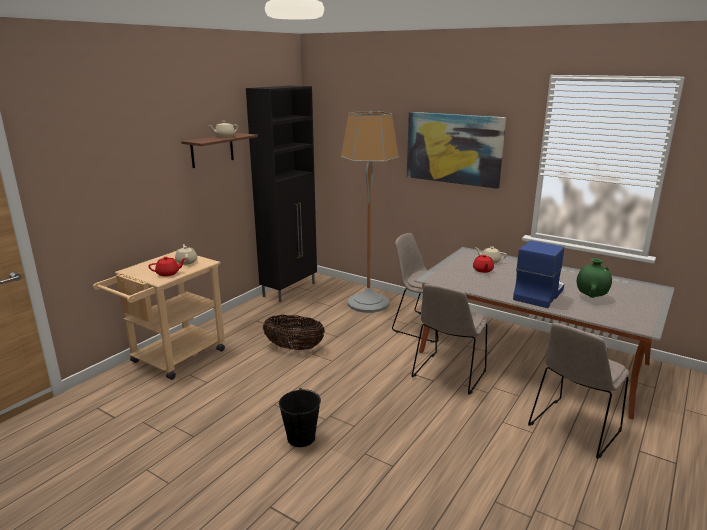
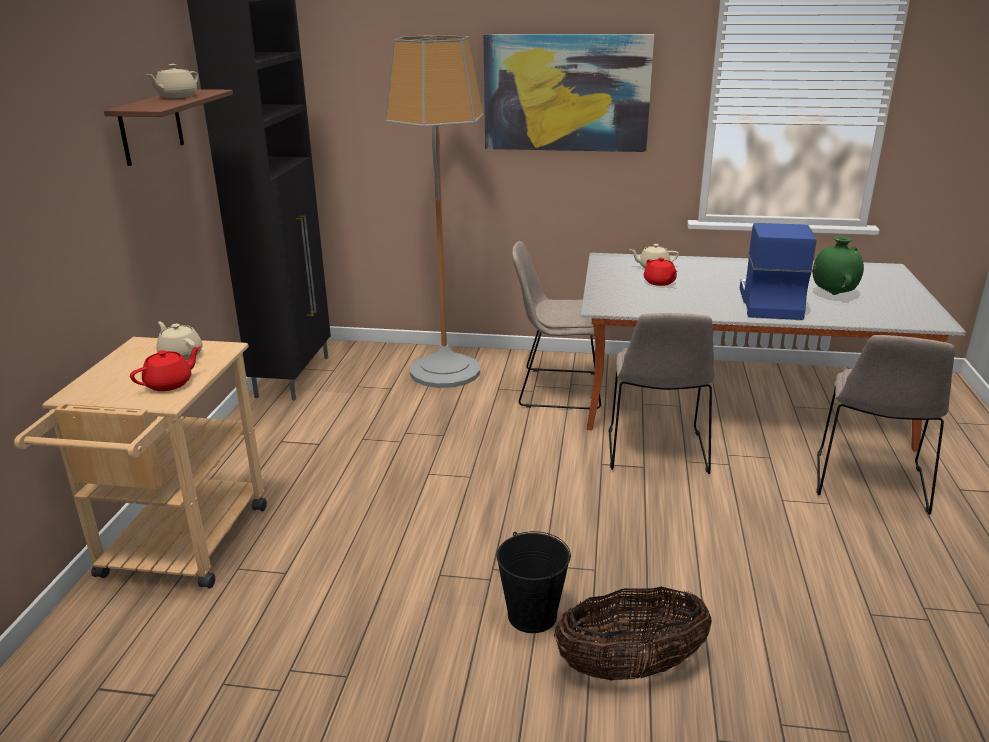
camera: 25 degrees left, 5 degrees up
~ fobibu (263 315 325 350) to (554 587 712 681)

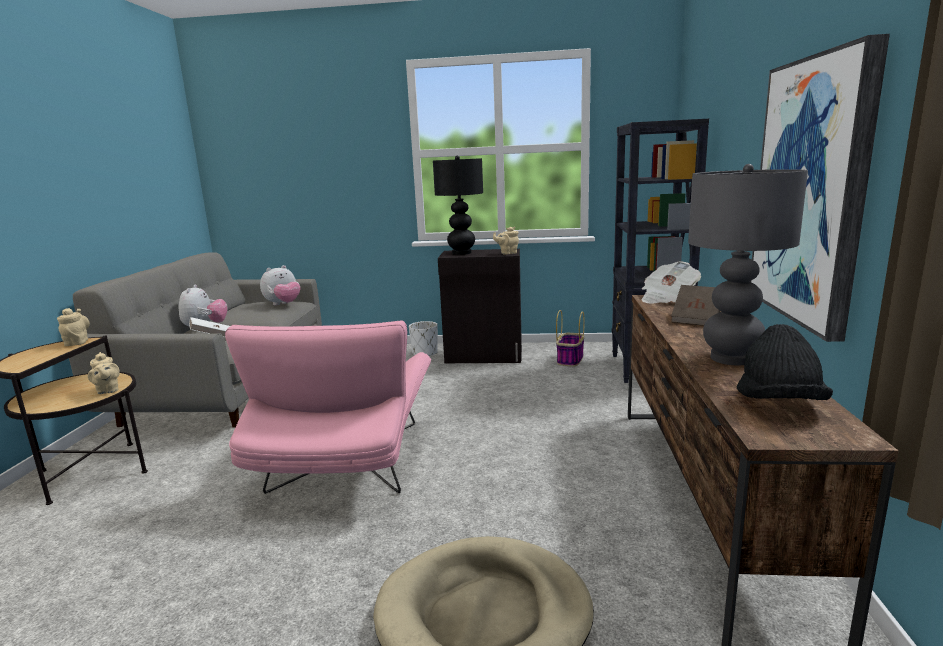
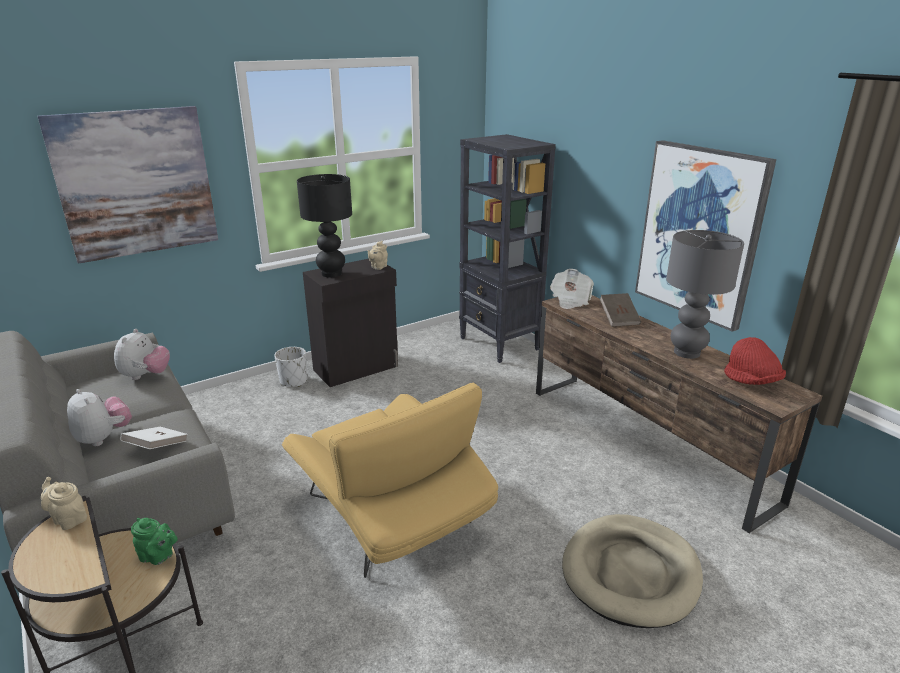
camera: 40 degrees left, 10 degrees up
- fobibu (556 310 584 367)
+ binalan (38 106 218 264)
~ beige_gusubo (88 352 120 394) to green_gusubo (131 518 178 565)
~ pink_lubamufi (225 320 431 494) to yellow_lubamufi (282 383 498 578)
~ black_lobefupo (736 324 833 400) to red_lobefupo (724 337 786 385)

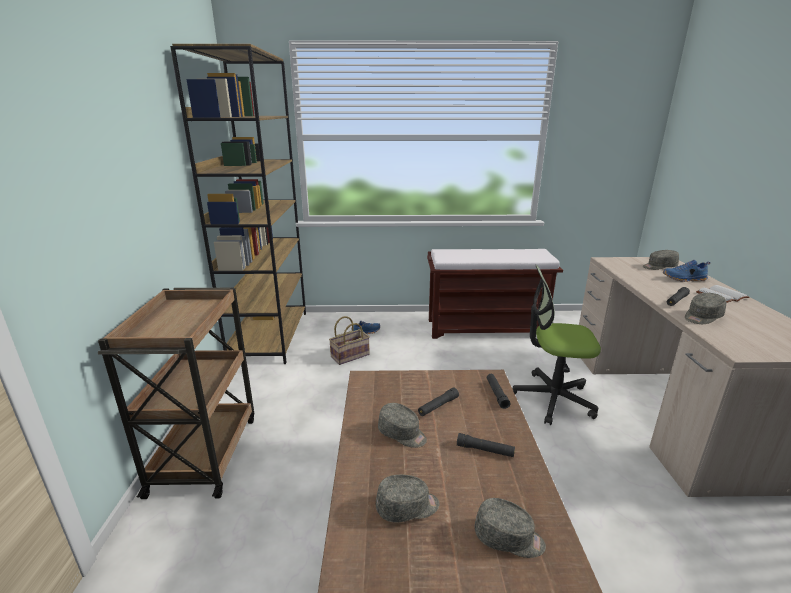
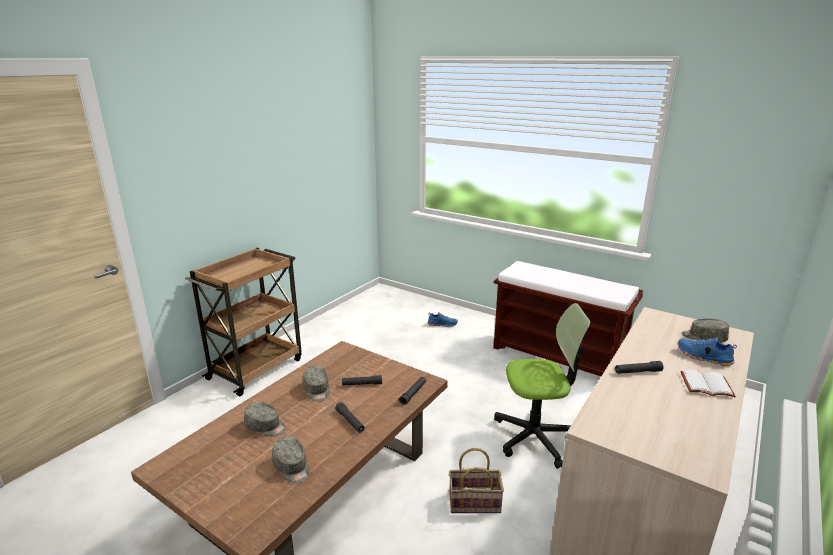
camera: 35 degrees right, 0 degrees up
- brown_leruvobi (170 44 306 364)
- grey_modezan (685 293 726 324)
~ fobibu (329 316 370 365) to (449 448 504 513)
~ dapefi (512 265 601 425) = (494 303 591 469) 135 degrees clockwise

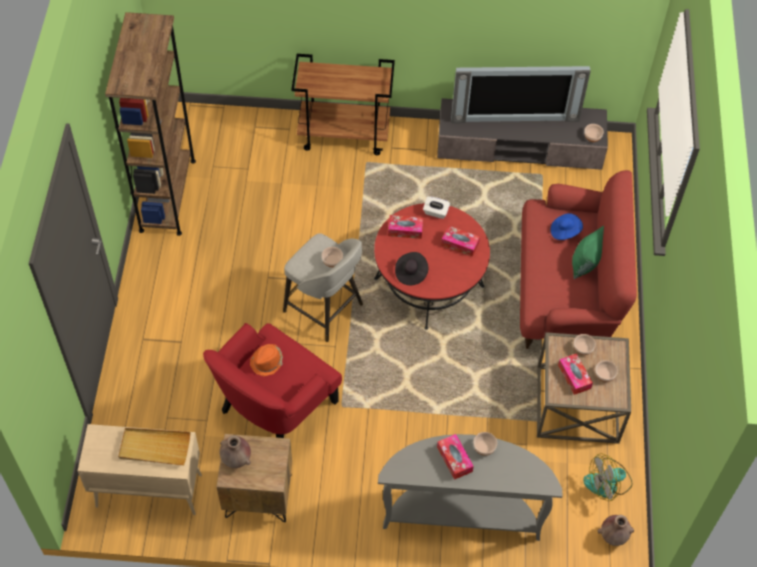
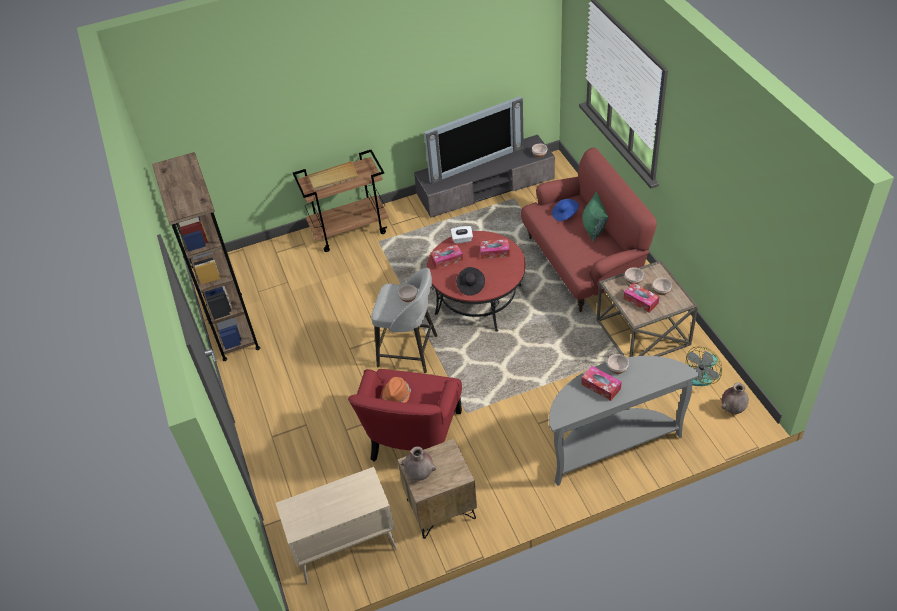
camera: 20 degrees left, 10 degrees down
~ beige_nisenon (118 428 190 466) to (308 161 359 191)

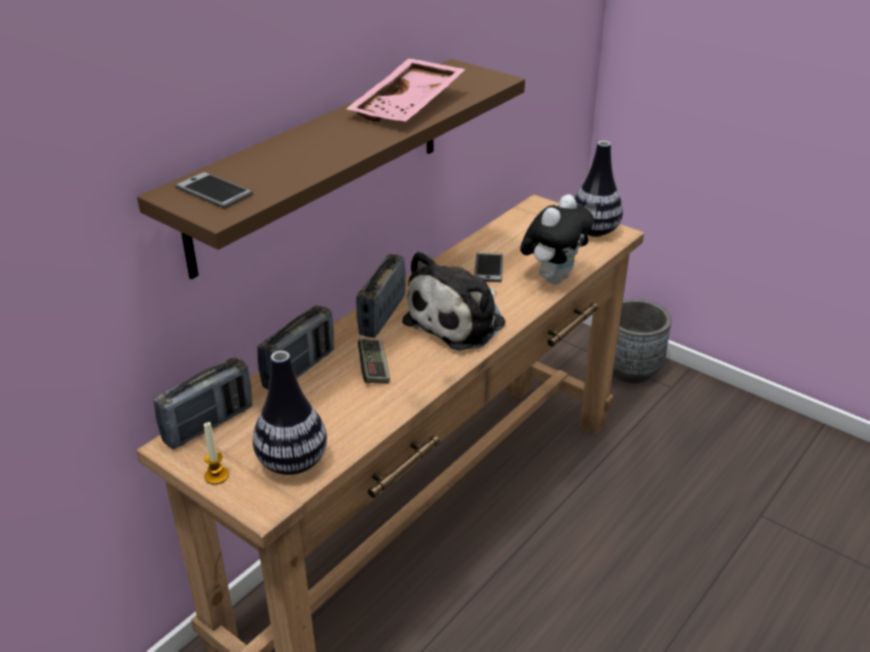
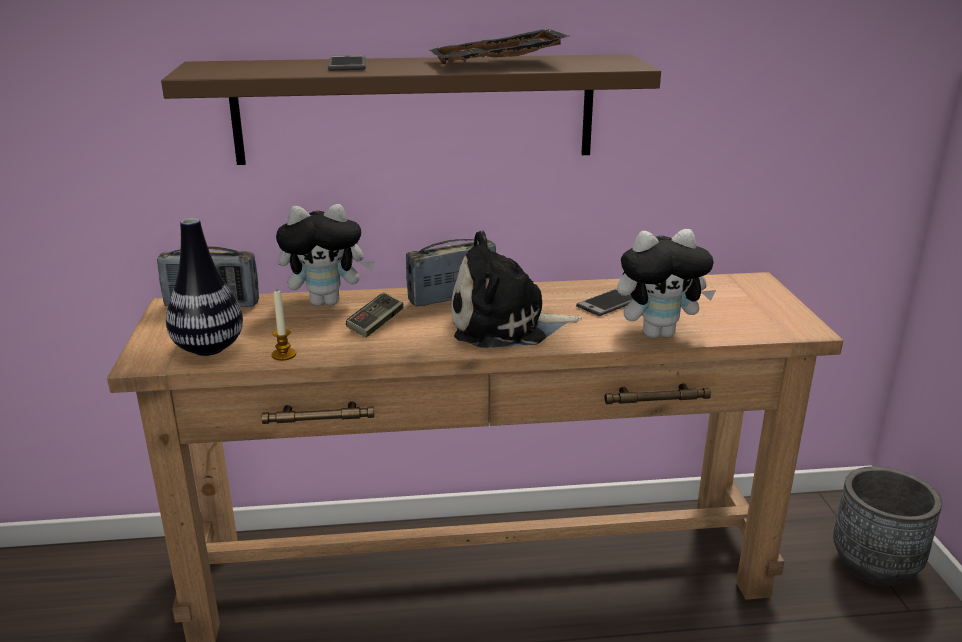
camera: 45 degrees right, 10 degrees down
- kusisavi (575 141 623 237)
~ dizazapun (175 172 253 209) to (328 55 366 70)
~ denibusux (204 422 229 485) to (272 291 296 361)
~ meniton (257 305 334 390) to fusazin (276 204 375 306)
~ pink_nisenon (347 58 466 122) to black_nisenon (430 29 571 64)

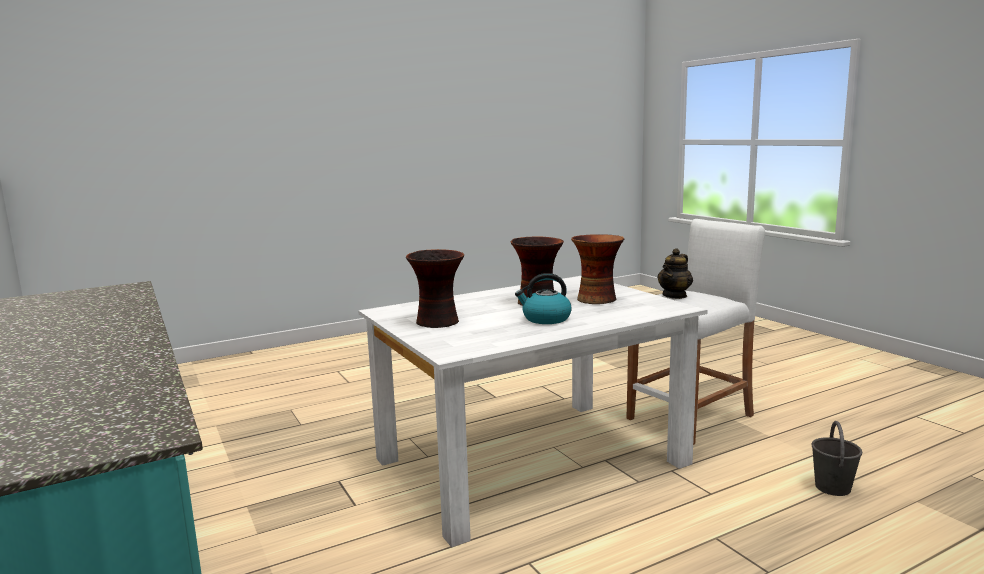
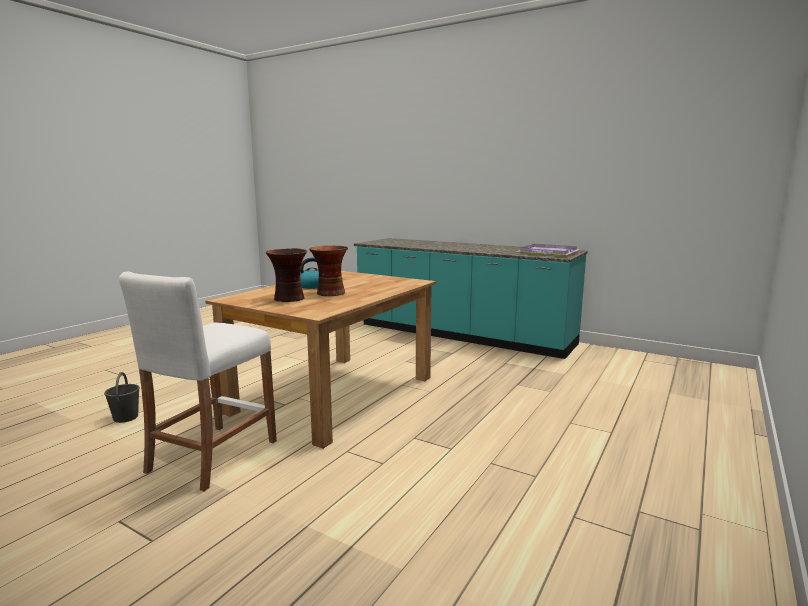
camera: 150 degrees right, 0 degrees up
- kusisavi (406 249 464 328)
- gusubo (657 248 693 299)
+ purple_nisenon (518 244 580 257)
~ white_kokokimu (358 276 708 547) to brown_kokokimu (205 271 436 449)

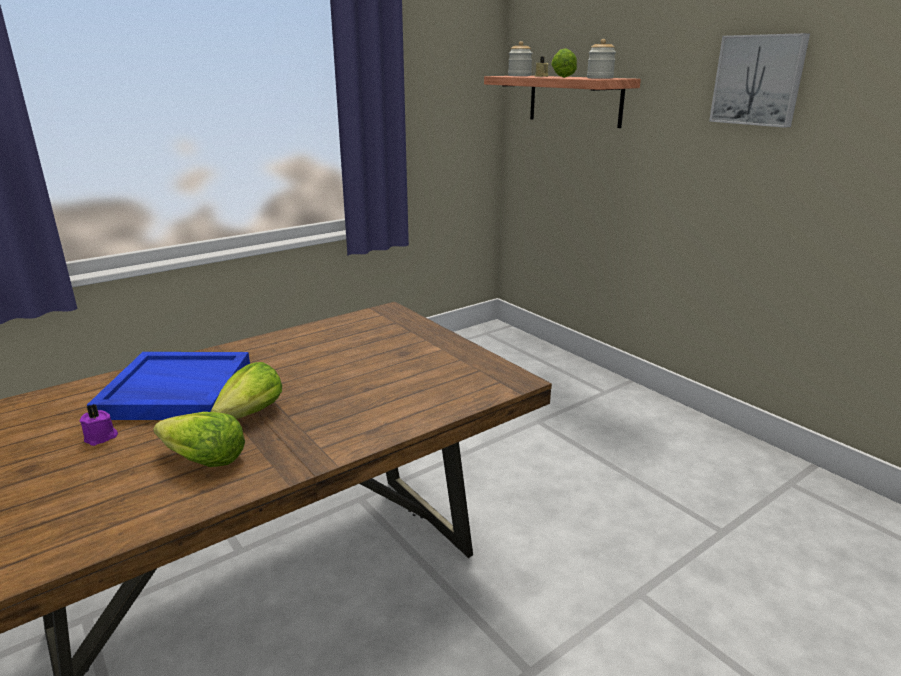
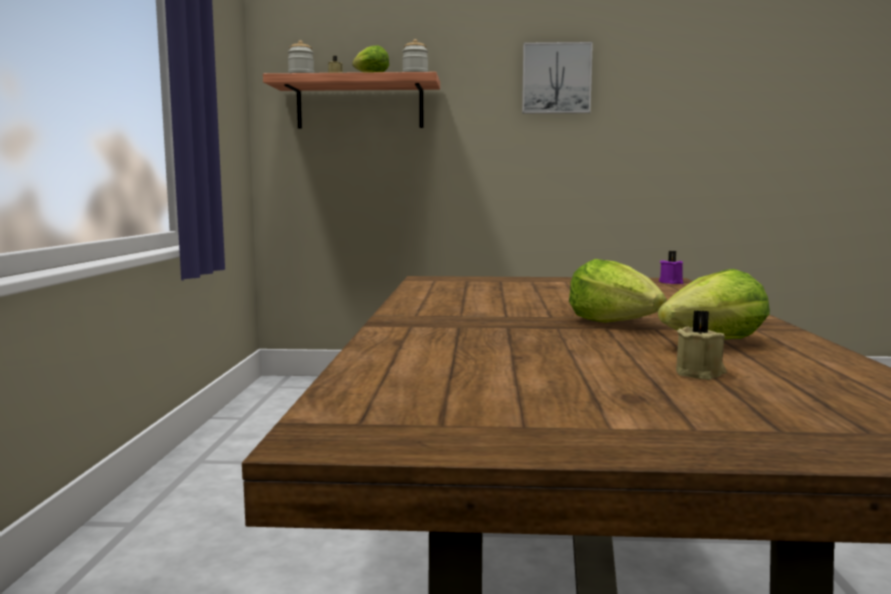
camera: 50 degrees left, 15 degrees down
- blue_nisenon (87 352 250 420)
+ beige_denibusux (676 310 727 380)
~ purple_denibusux (80 404 118 446) to (659 251 684 284)

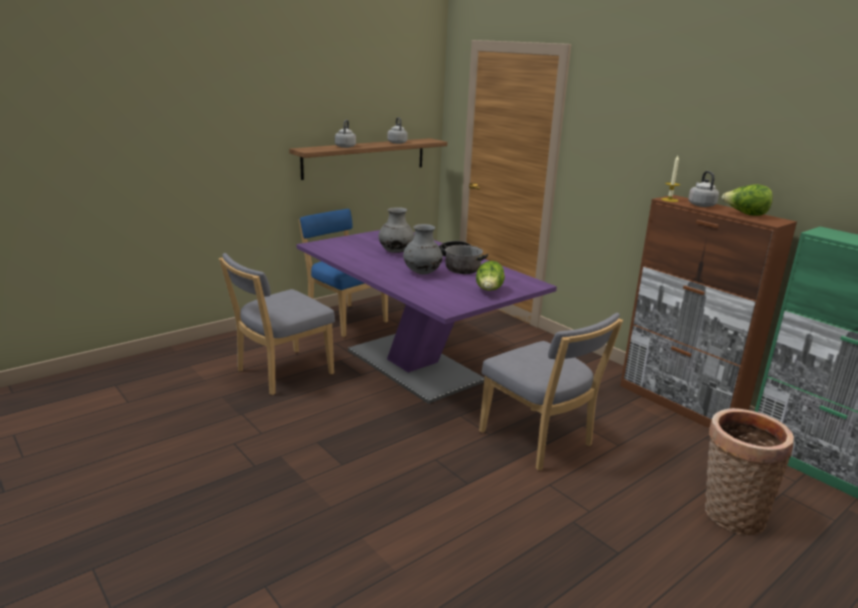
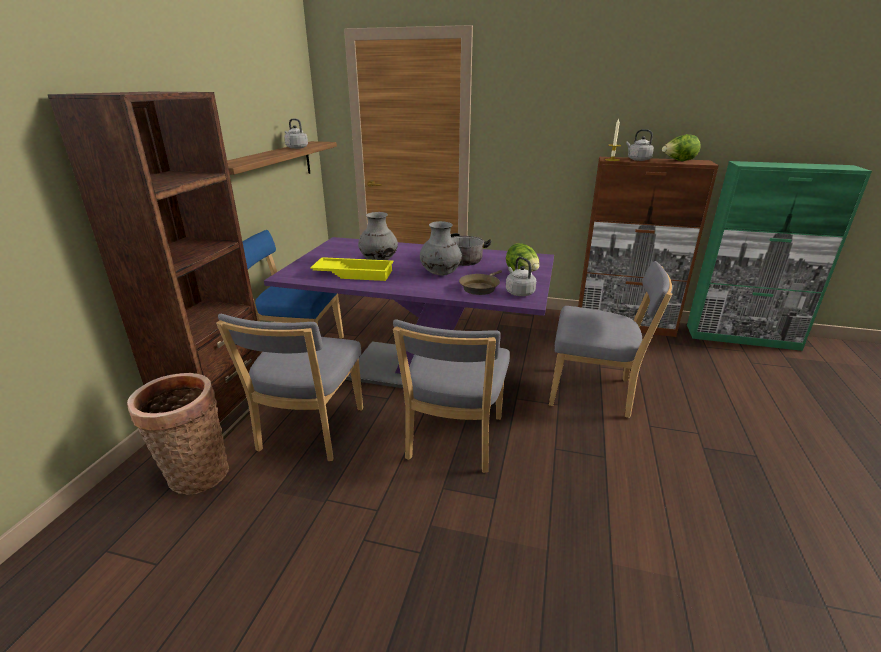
camera: 35 degrees left, 5 degrees up
+ brown_leruvobi (47 92 262 440)
+ yellow_nisenon (310 257 394 281)
+ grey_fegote (393 320 510 473)
+ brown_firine (459 270 502 295)
~ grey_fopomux (335 120 356 148) to (506 257 536 296)
~ fobibu (705 408 794 535) to (127 373 229 495)

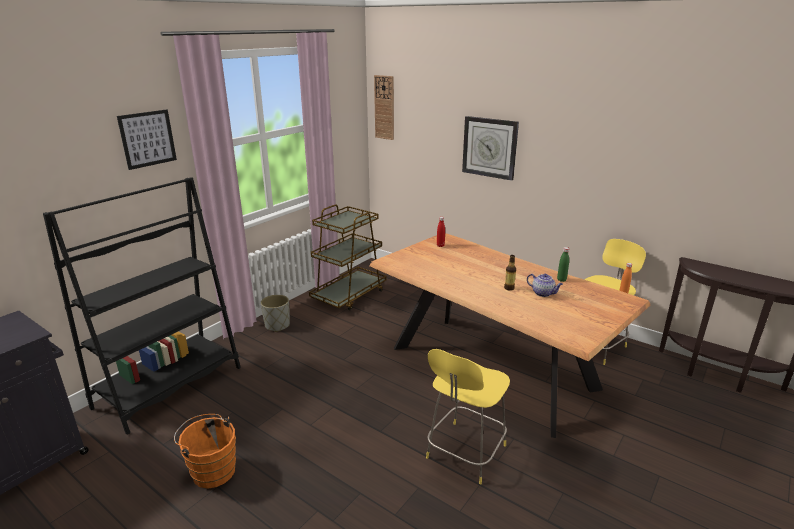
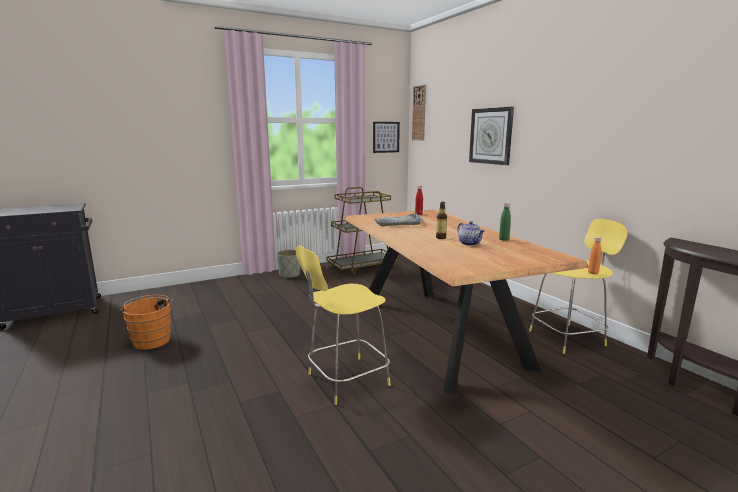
camera: 25 degrees right, 10 degrees down
- black_leruvobi (43 177 241 435)
+ grey_nisenon (374 213 423 226)
~ binalan (117 109 177 170) to (373 122 400 153)

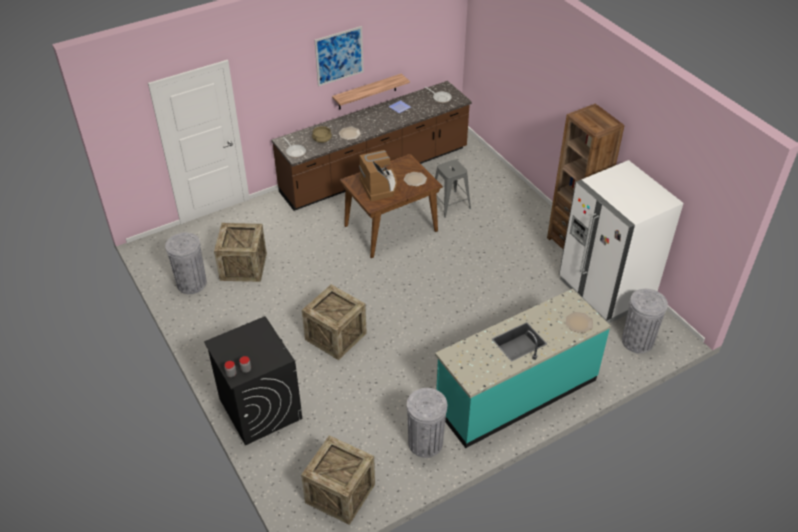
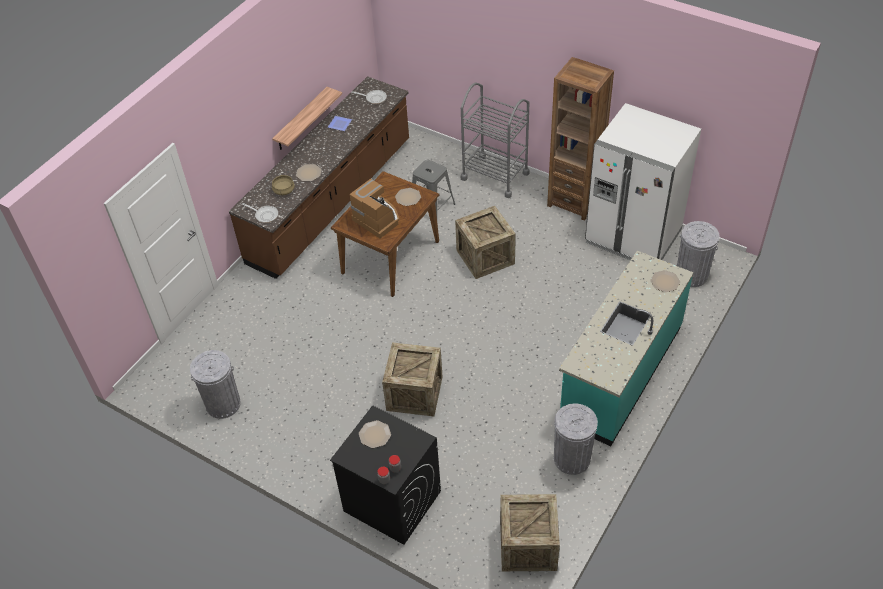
camera: 25 degrees left, 5 degrees up
- binalan (315 26 364 86)
+ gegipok (359 420 391 448)
+ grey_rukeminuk (461 83 530 198)
~ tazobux (214 223 267 282) to (455 206 516 279)

